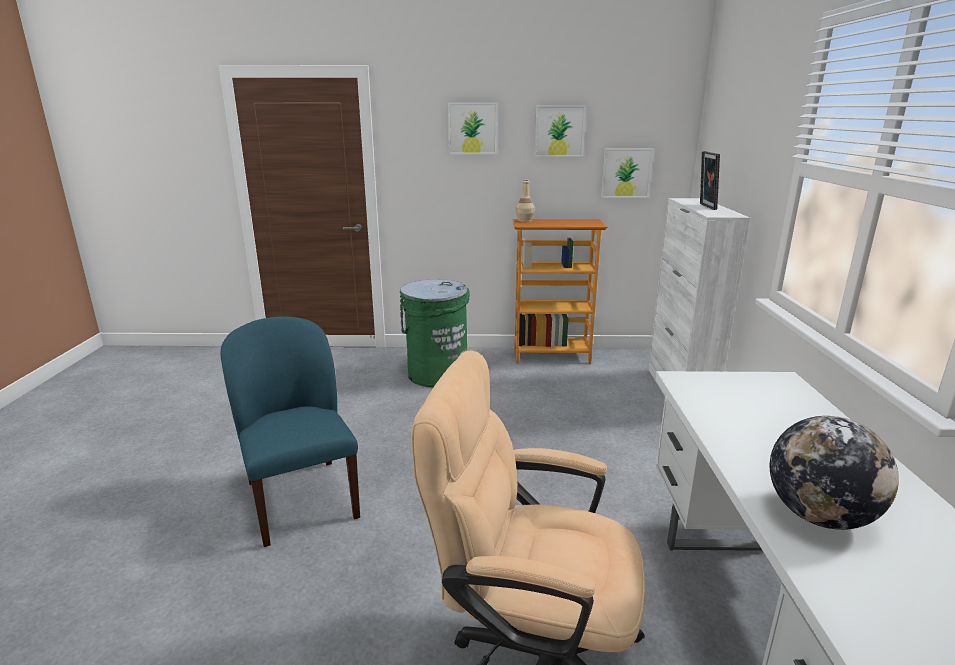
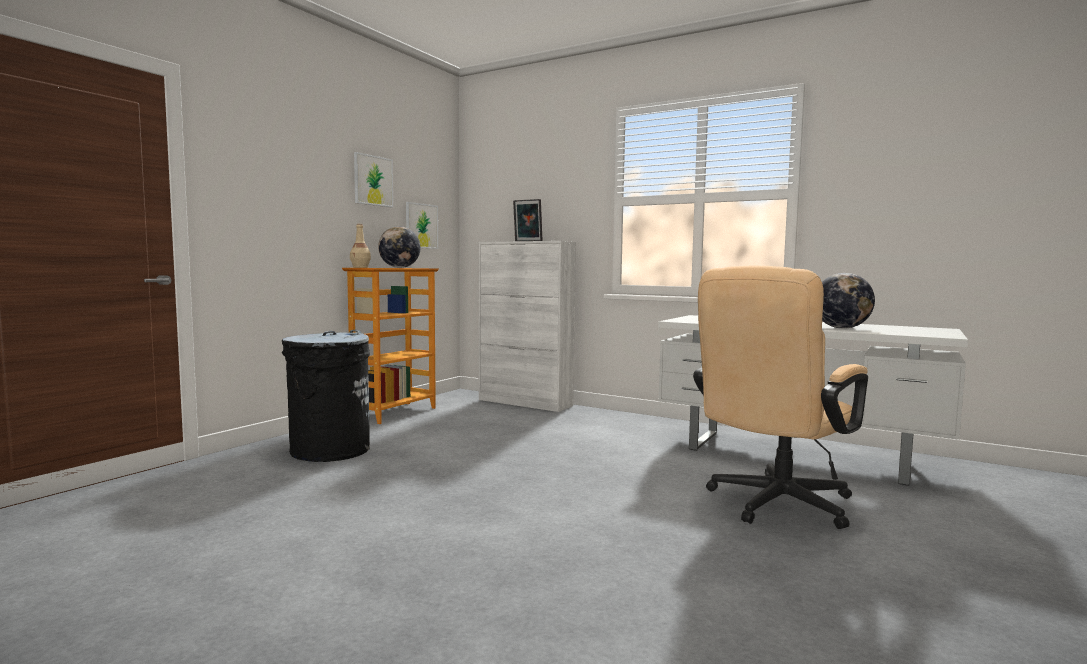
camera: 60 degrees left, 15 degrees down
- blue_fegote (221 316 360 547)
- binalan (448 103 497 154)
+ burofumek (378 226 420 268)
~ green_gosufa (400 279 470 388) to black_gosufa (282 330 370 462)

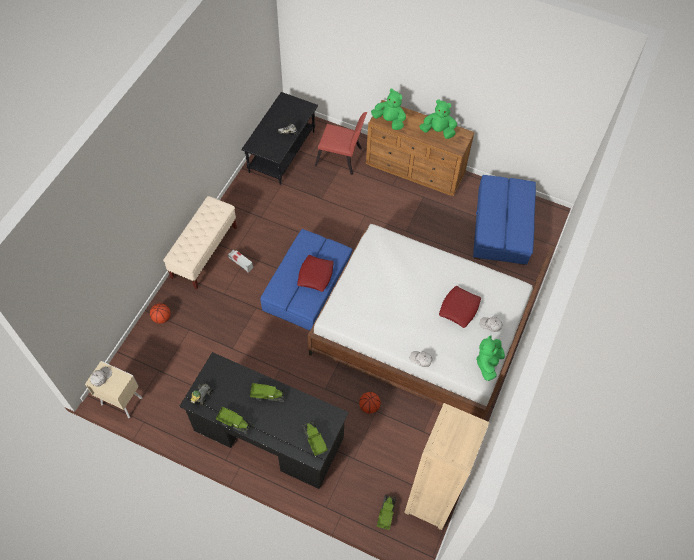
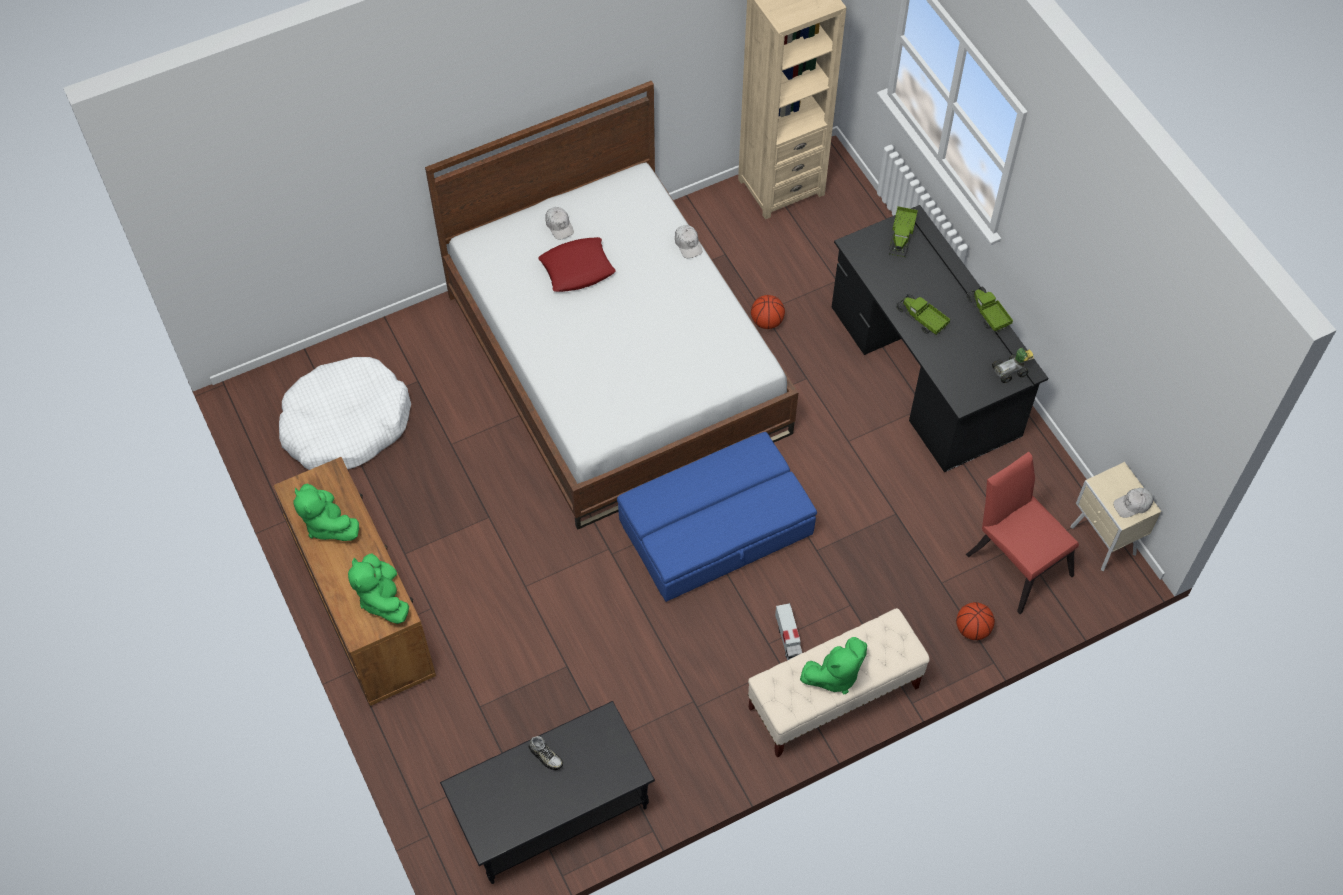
camera: 140 degrees left, 0 degrees up
- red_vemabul (297 255 334 292)
- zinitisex (377 495 396 530)
~ red_fegote (315 112 367 175) to (966 452 1079 614)
~ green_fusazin (476 335 505 381) to (800 637 867 694)
~ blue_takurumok (473 175 536 265) to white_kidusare (279 357 411 470)

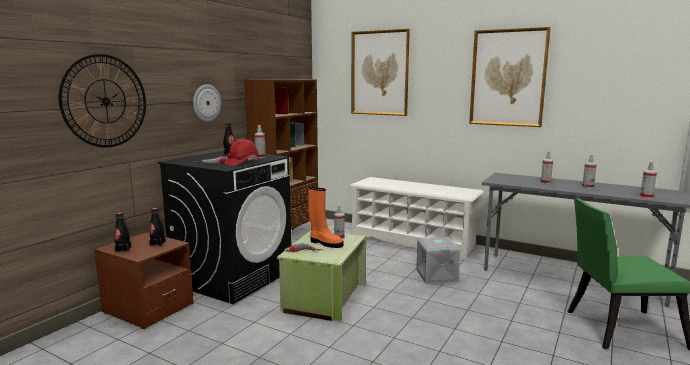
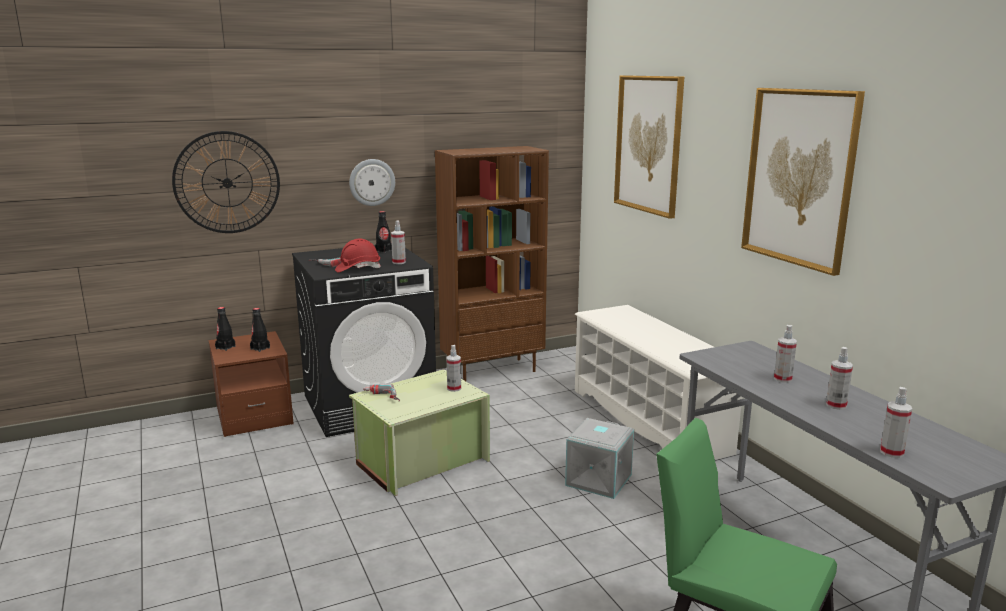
camera: 35 degrees right, 5 degrees up
- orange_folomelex (308 187 343 248)

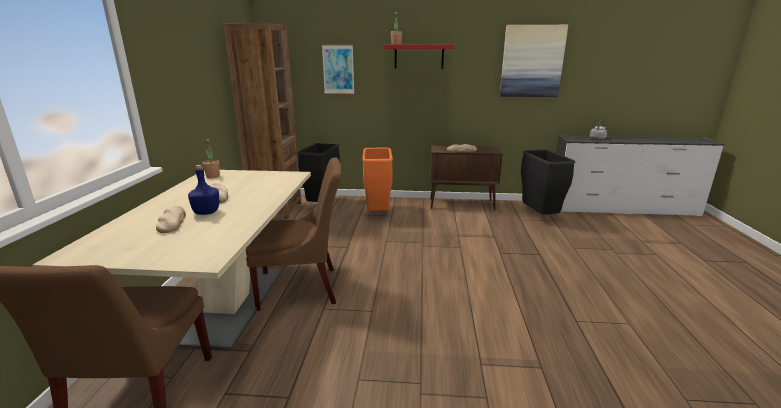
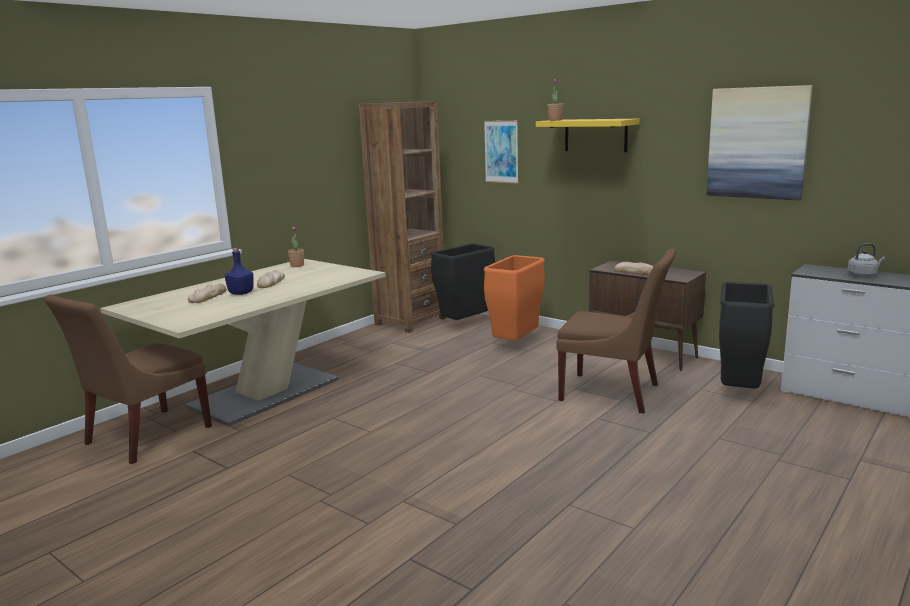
camera: 35 degrees right, 5 degrees down
~ brown_fegote (246 157 342 311) to (557 249 676 414)
~ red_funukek (384 44 455 69) to yellow_funukek (536 119 639 152)

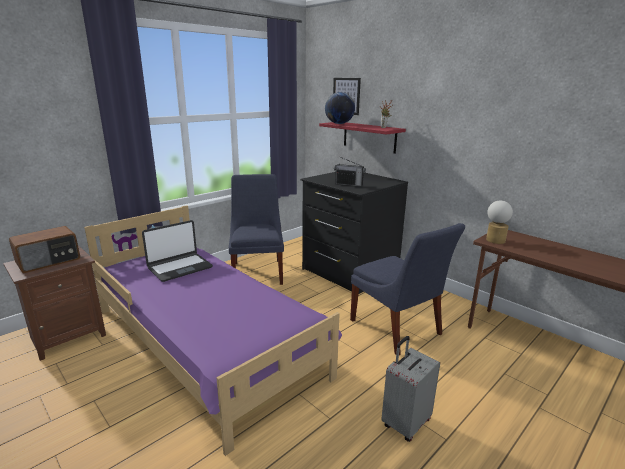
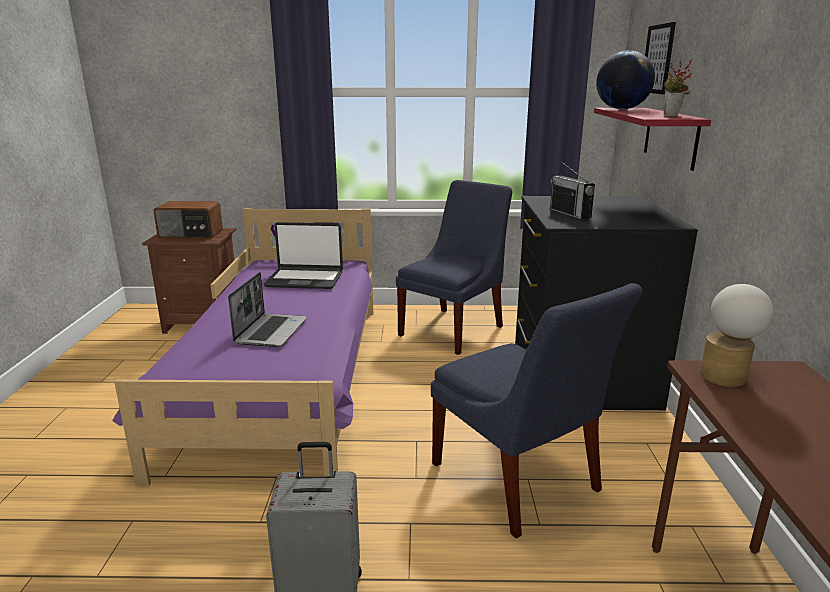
camera: 45 degrees right, 0 degrees up
+ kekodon (228 272 307 347)
~ blue_fegote (350 223 465 355) = (431 283 642 538) 45 degrees counterclockwise

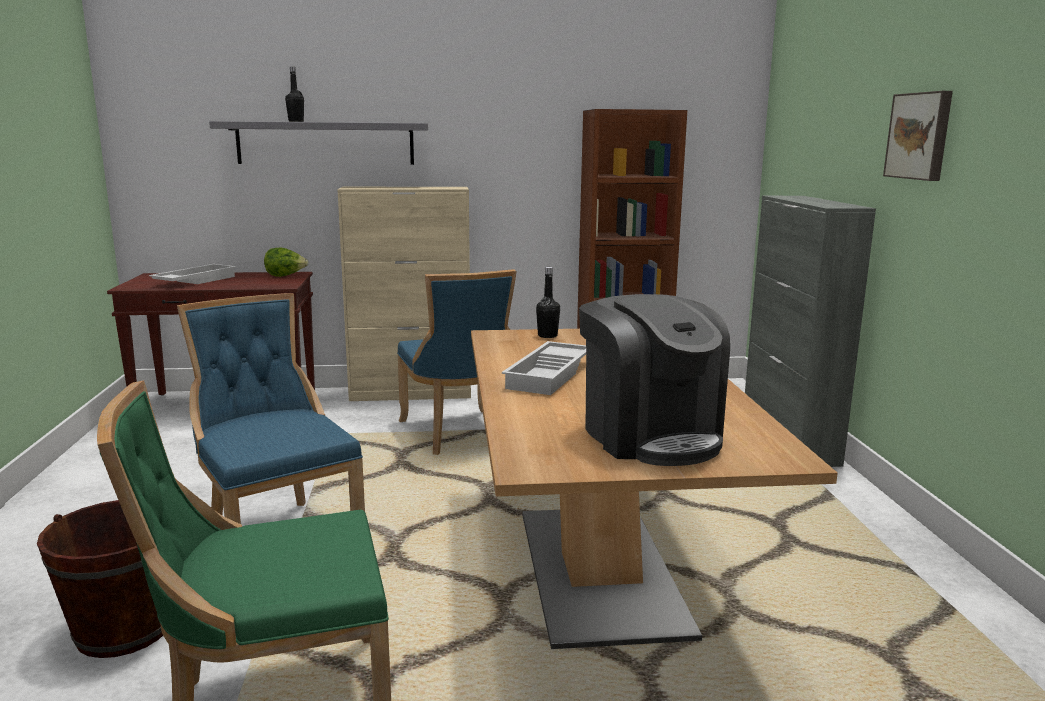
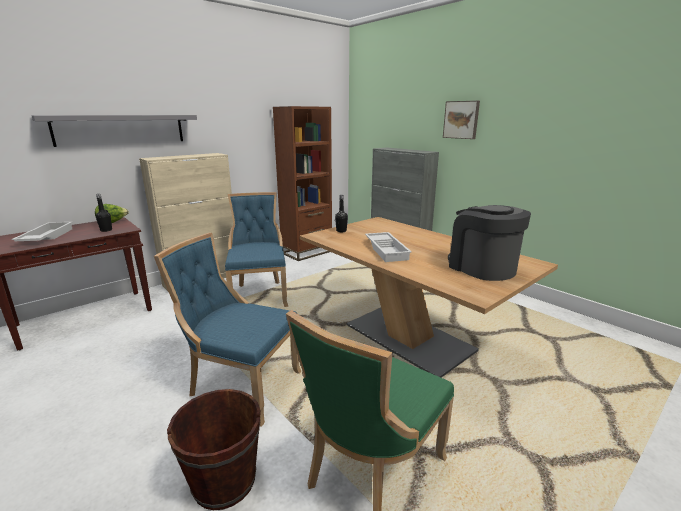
camera: 35 degrees left, 5 degrees up
~ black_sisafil (285 66 304 122) to (96 194 112 232)
~ blue_fegote (397 269 516 455) = (225 192 288 307) 135 degrees counterclockwise
~ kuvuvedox (579 294 730 466) = (448 205 531 281) 150 degrees counterclockwise

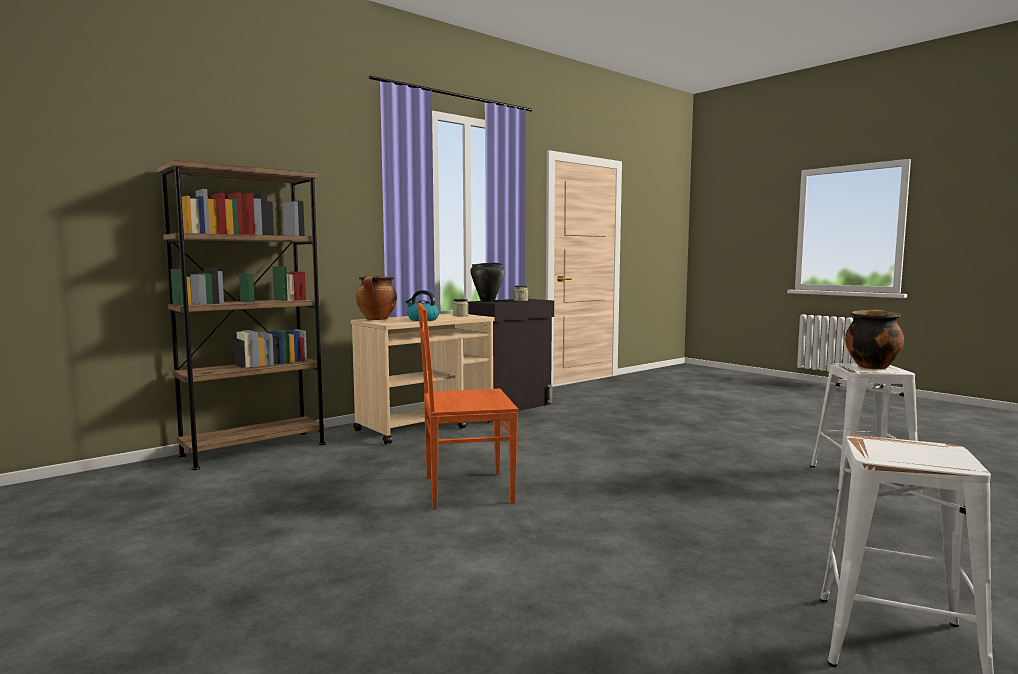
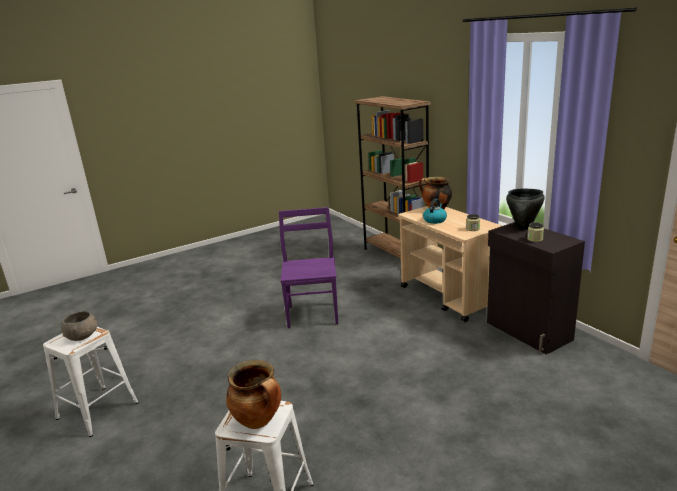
camera: 100 degrees right, 15 degrees up
+ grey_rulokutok (61 311 97 341)
~ orange_fegote (418 303 518 510) to purple_fegote (279 207 338 328)

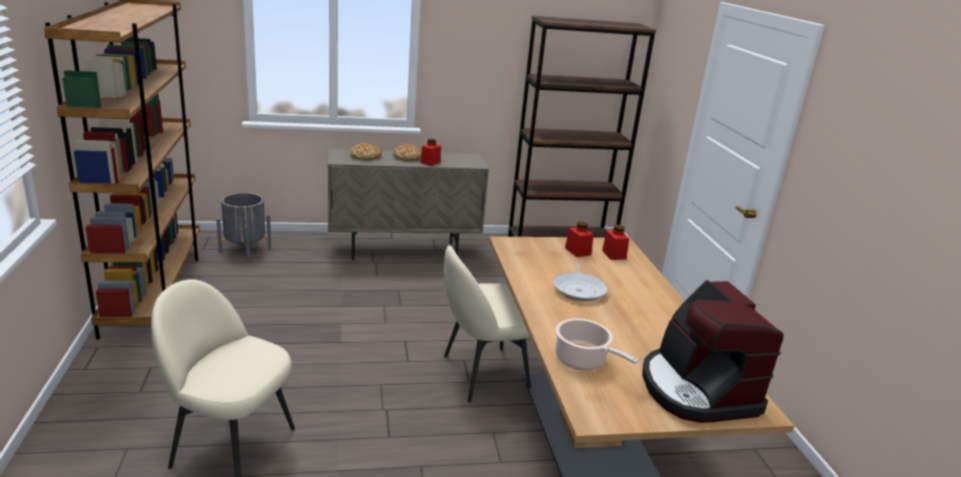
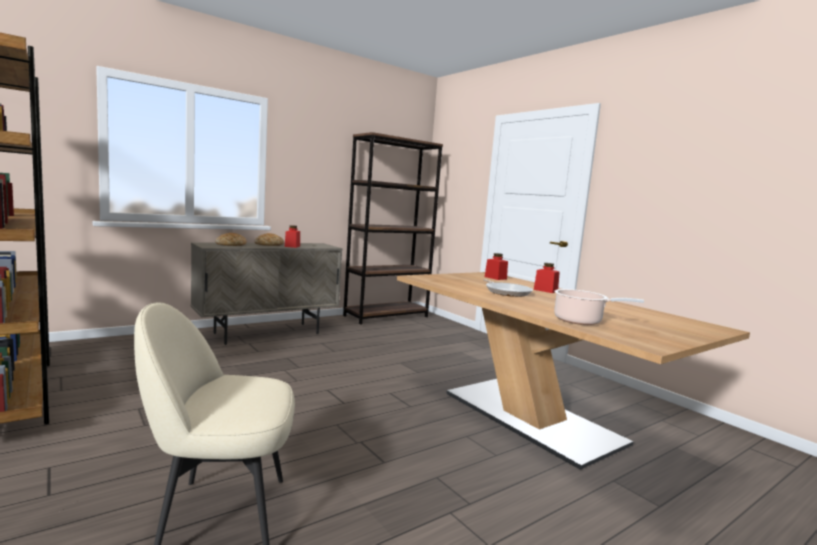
camera: 25 degrees left, 15 degrees down
- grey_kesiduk (217 193 271 261)
- beige_fegote (444 245 531 403)
- kuvuvedox (642 280 784 423)
~ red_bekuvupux (565 221 594 257) to (534 263 560 293)

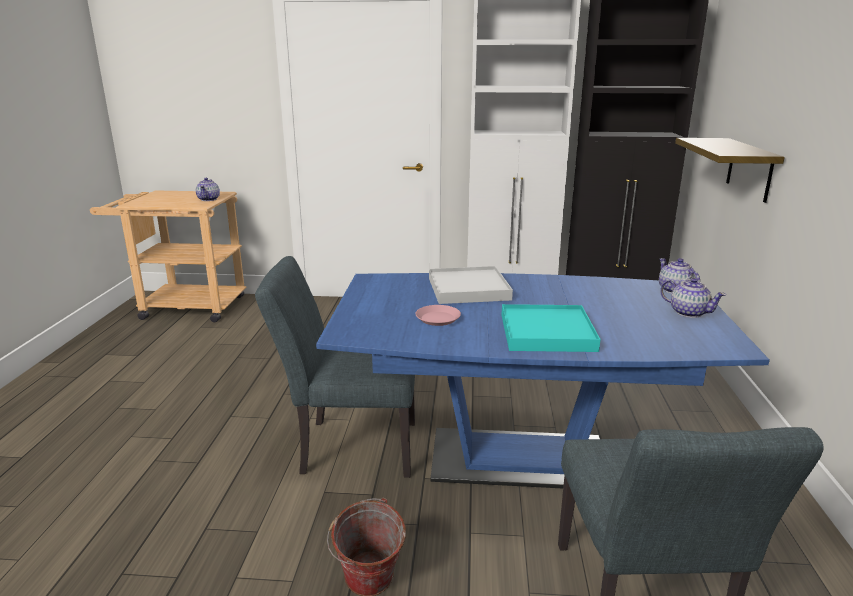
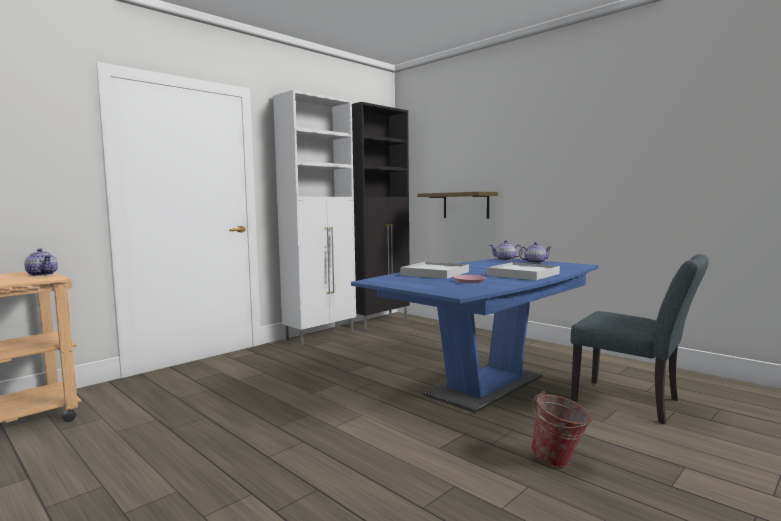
camera: 50 degrees left, 15 degrees down
- grey_fegote (255 256 415 478)
~ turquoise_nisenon (501 304 601 352) to white_nisenon (487 262 560 280)

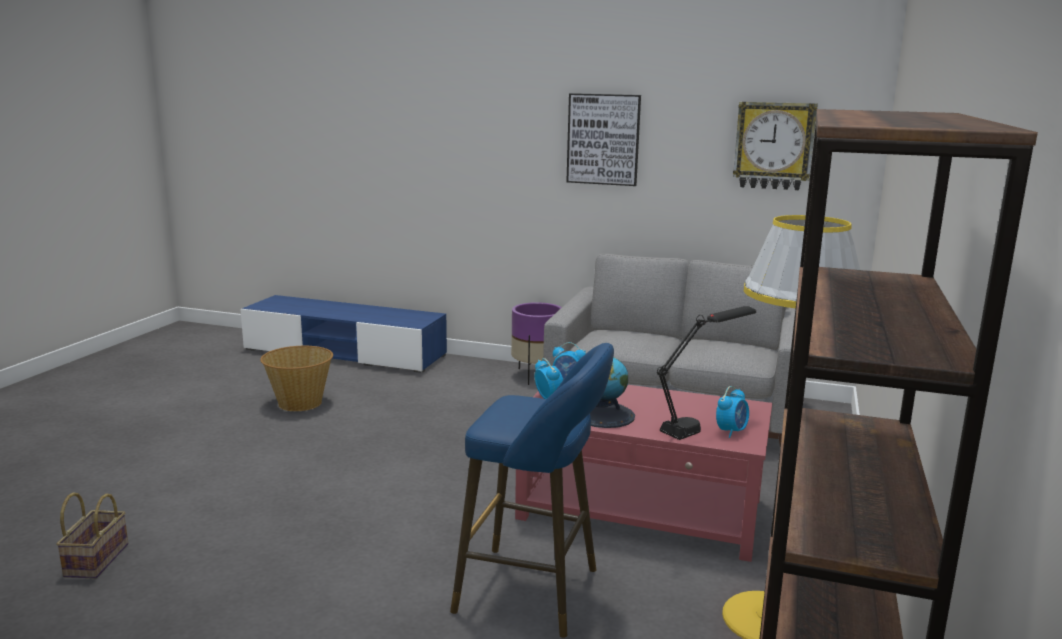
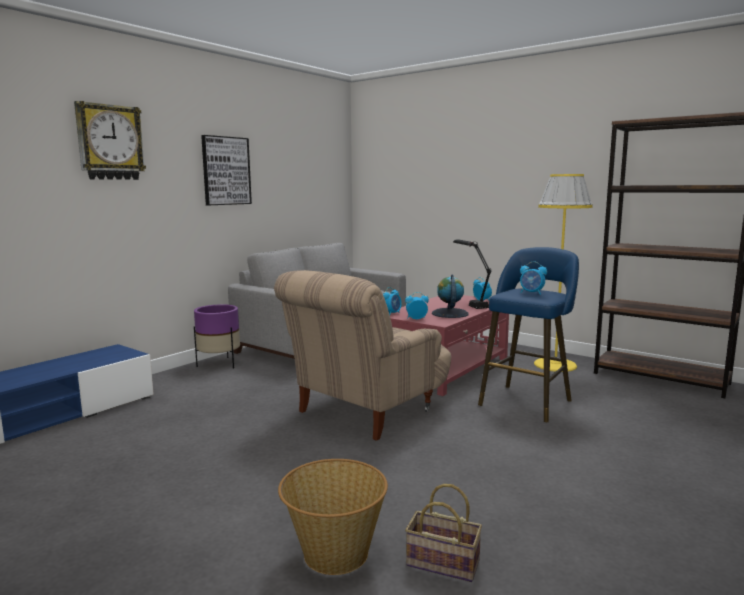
camera: 70 degrees left, 5 degrees down
+ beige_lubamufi (274 270 451 441)
+ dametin (520 261 547 295)
~ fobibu (260 346 333 411) to (278 459 388 575)
~ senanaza (733 102 818 190) to (74 101 146 180)

